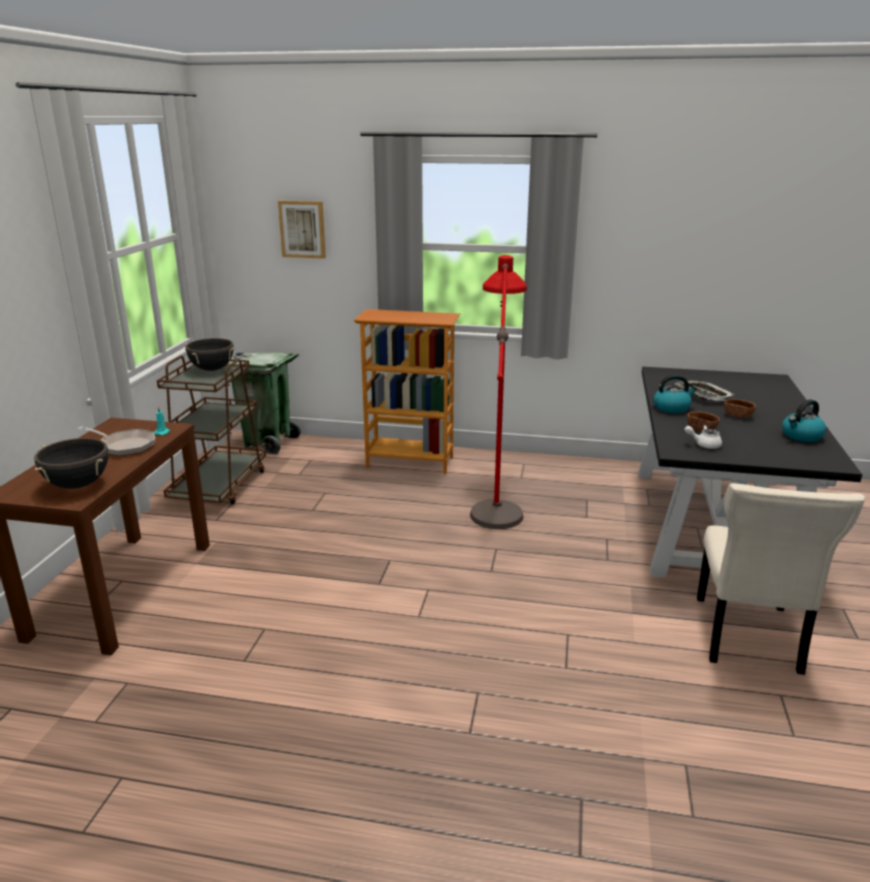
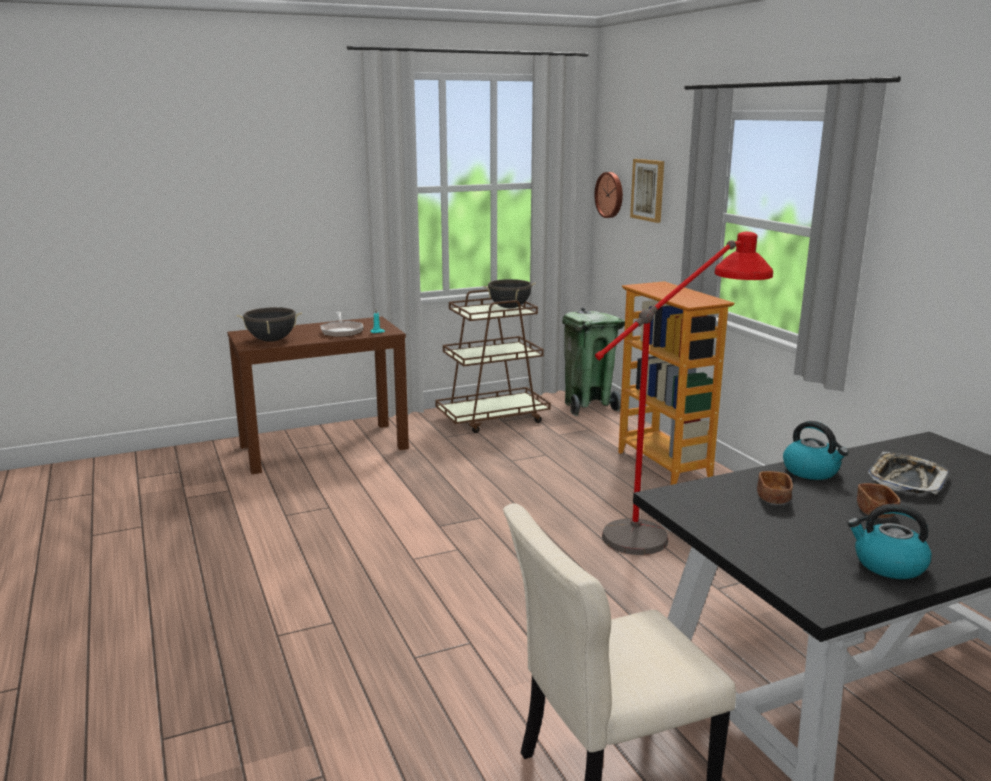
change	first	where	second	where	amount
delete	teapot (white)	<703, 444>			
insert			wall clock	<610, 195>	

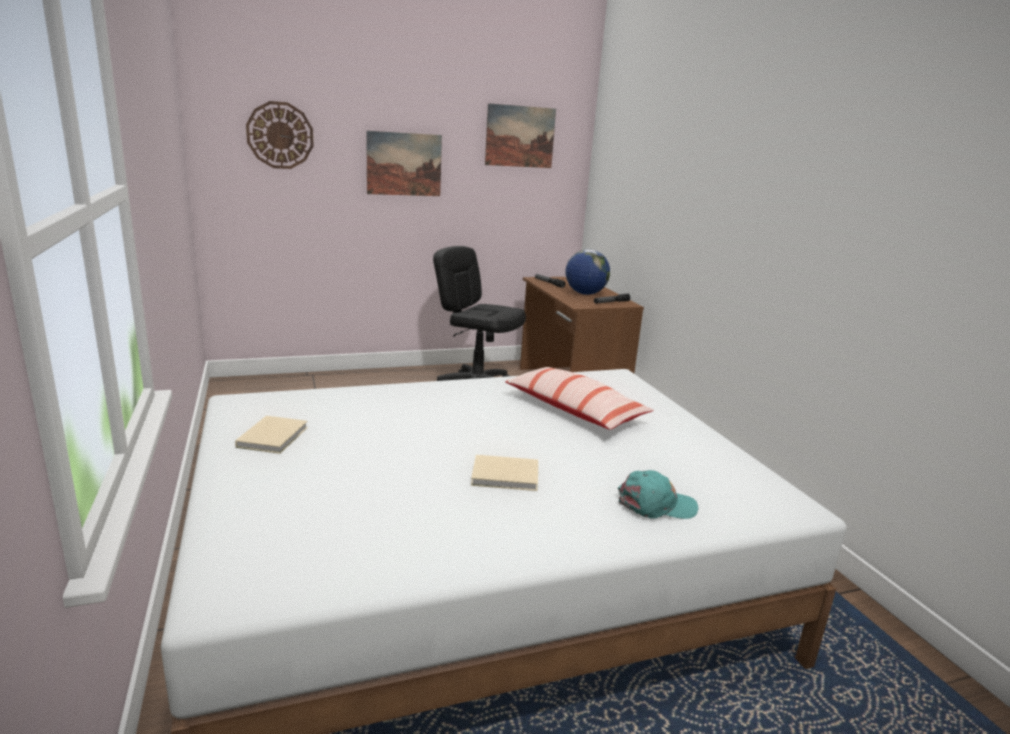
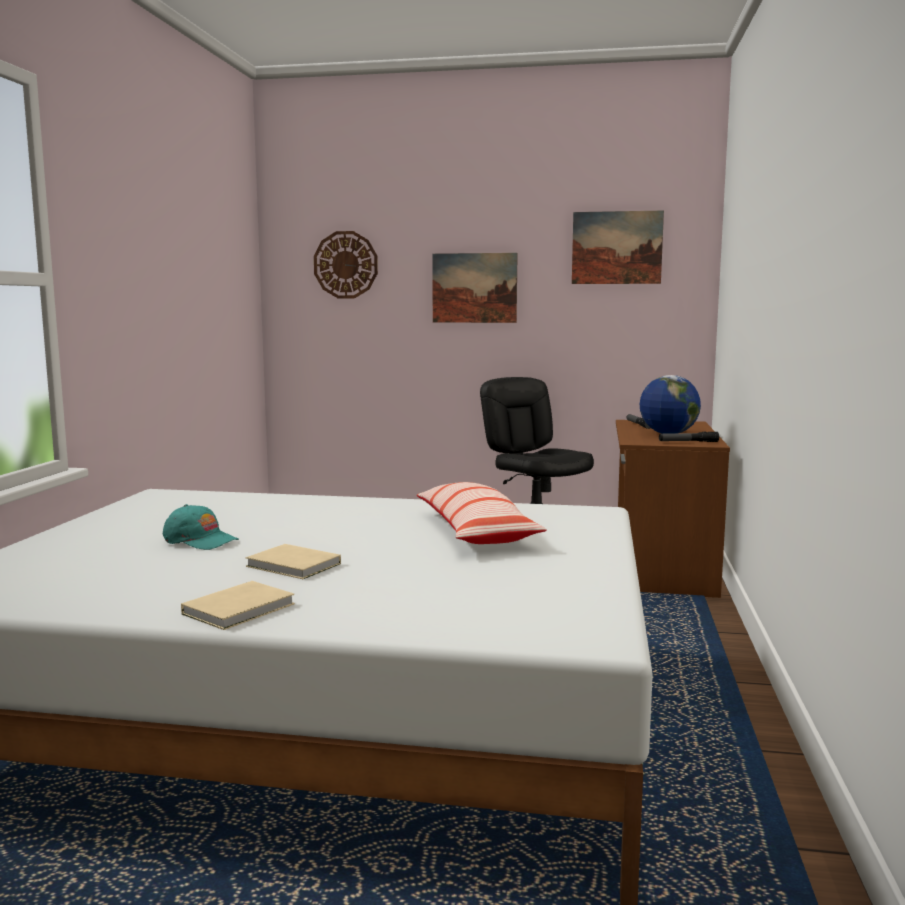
change	first	where	second	where	amount
move	book (beige)	<275, 436>		<242, 608>	
move	cap (turquoise)	<656, 505>		<200, 540>	

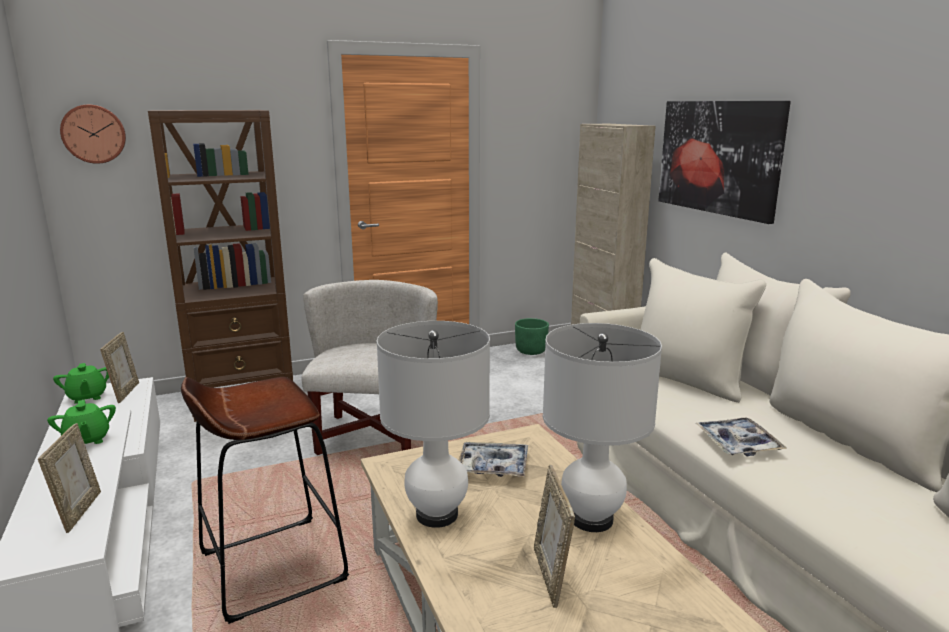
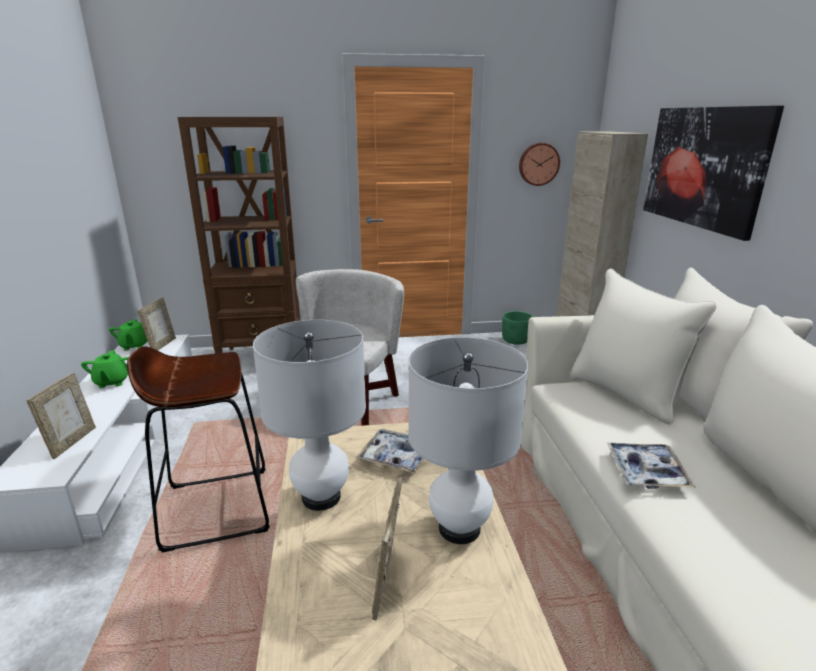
change	first	where	second	where	amount
move	wall clock	<94, 134>		<538, 164>	

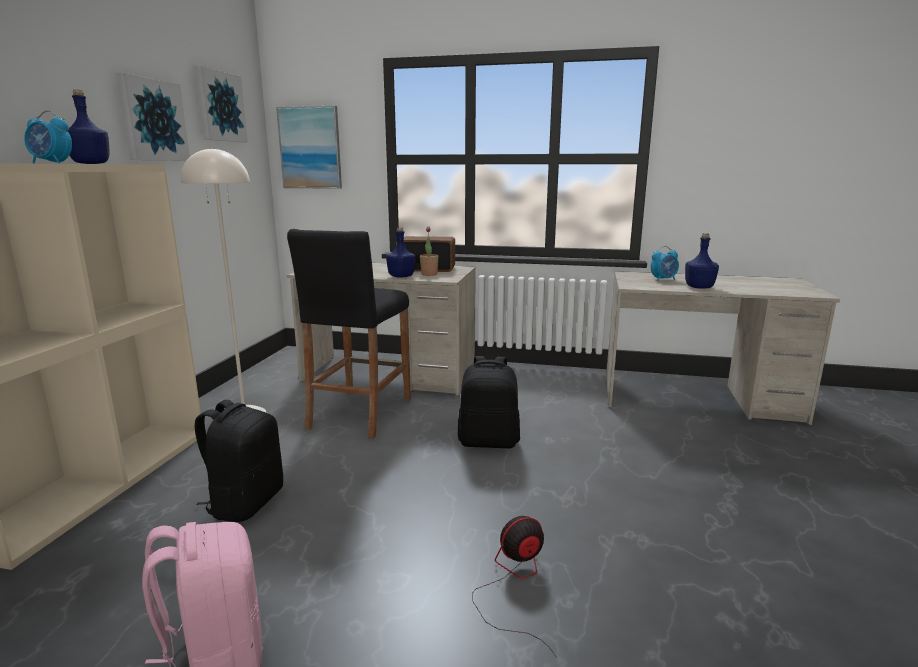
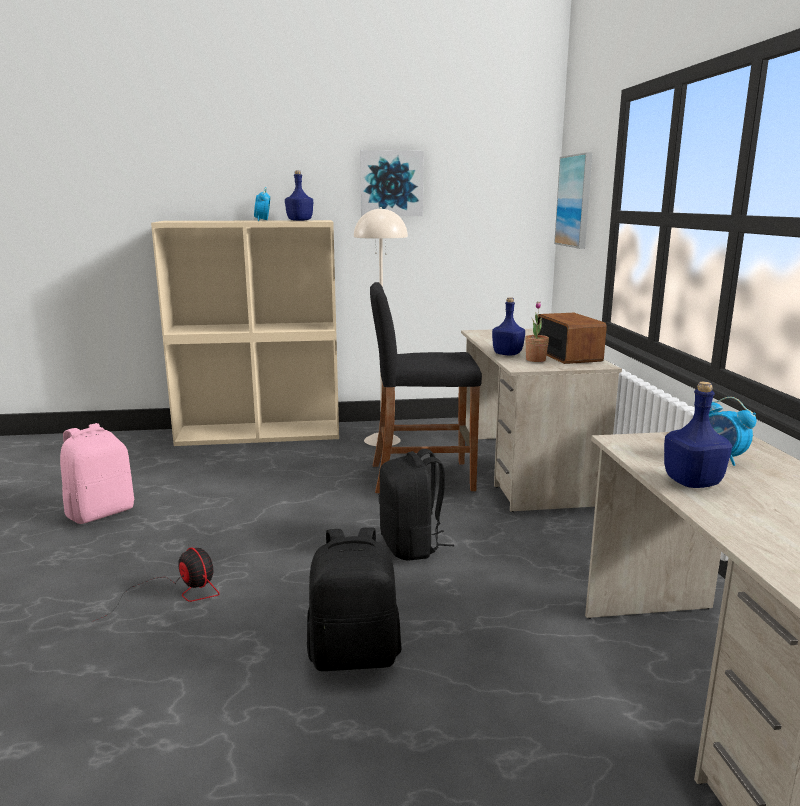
change	first	where	second	where	amount
delete	picture	<220, 106>			
move	backpack (black)	<245, 503>		<355, 654>	

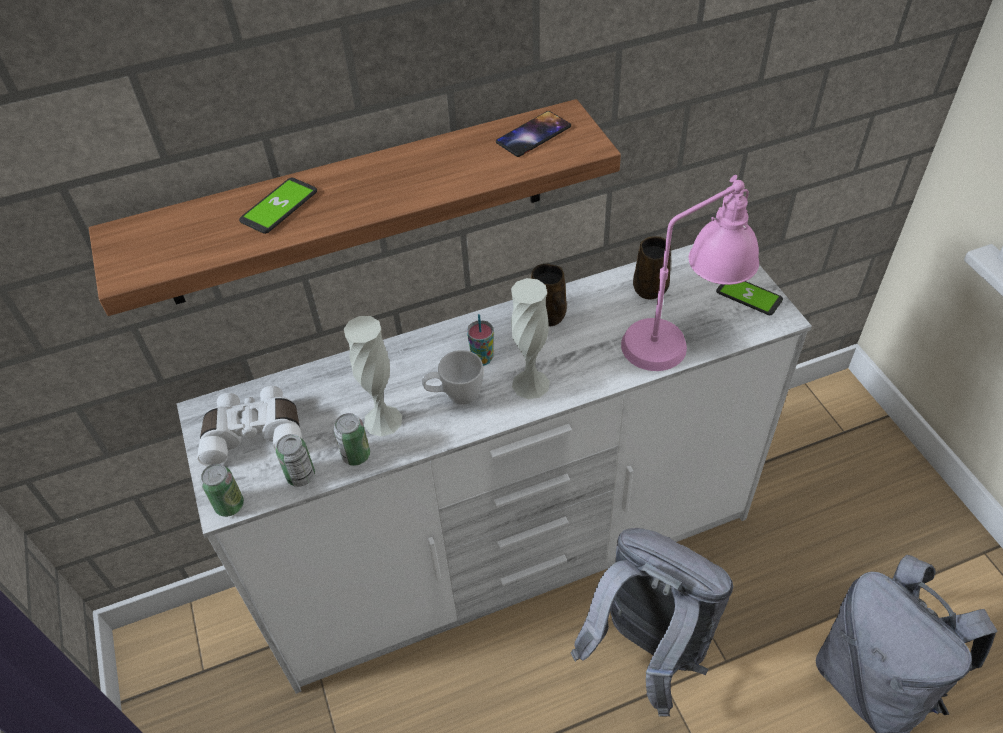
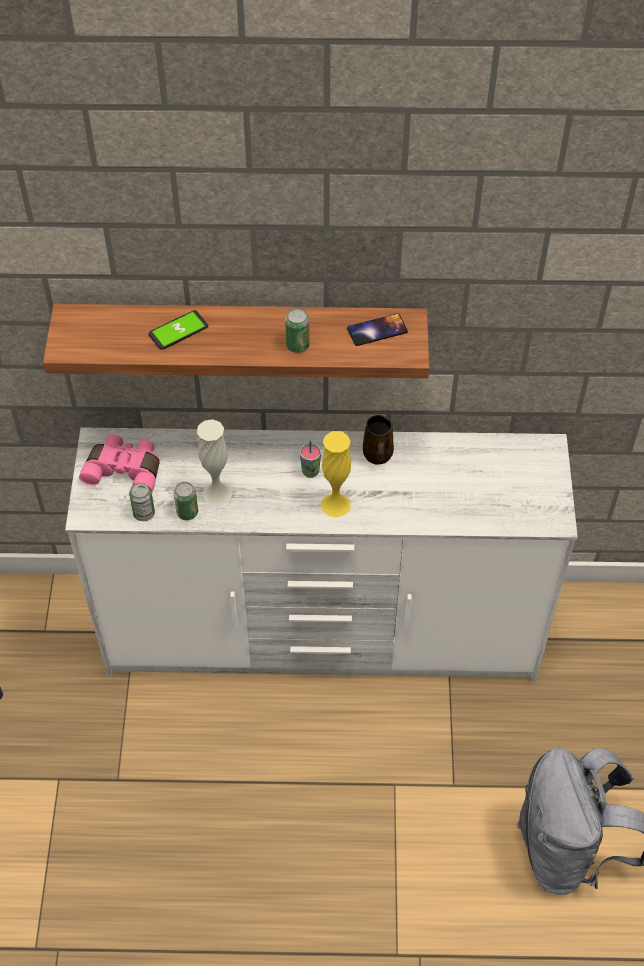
change	first	where	second	where	amount
recolor	binoculars (white)	<254, 433>	binoculars (pink)	<125, 470>	
move	can	<229, 505>		<297, 345>	
delete	mug (white)	<455, 396>			
recolor	vase (white)	<530, 384>	vase (yellow)	<335, 504>	
delete	backpack (grey)	<646, 651>			
delete	table lamp (pink)	<681, 340>			
delete	mug (brown)	<651, 287>			
delete	phone	<749, 296>			

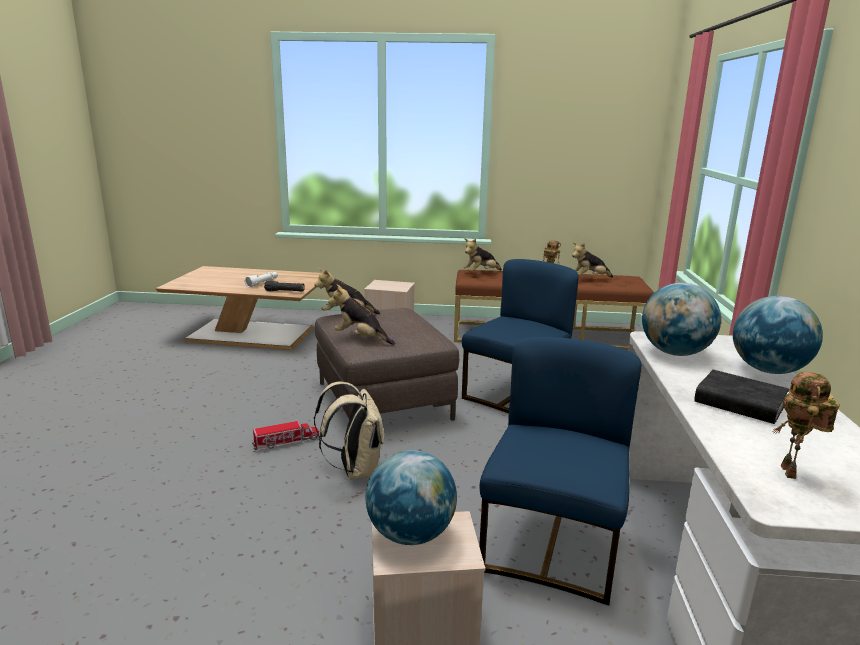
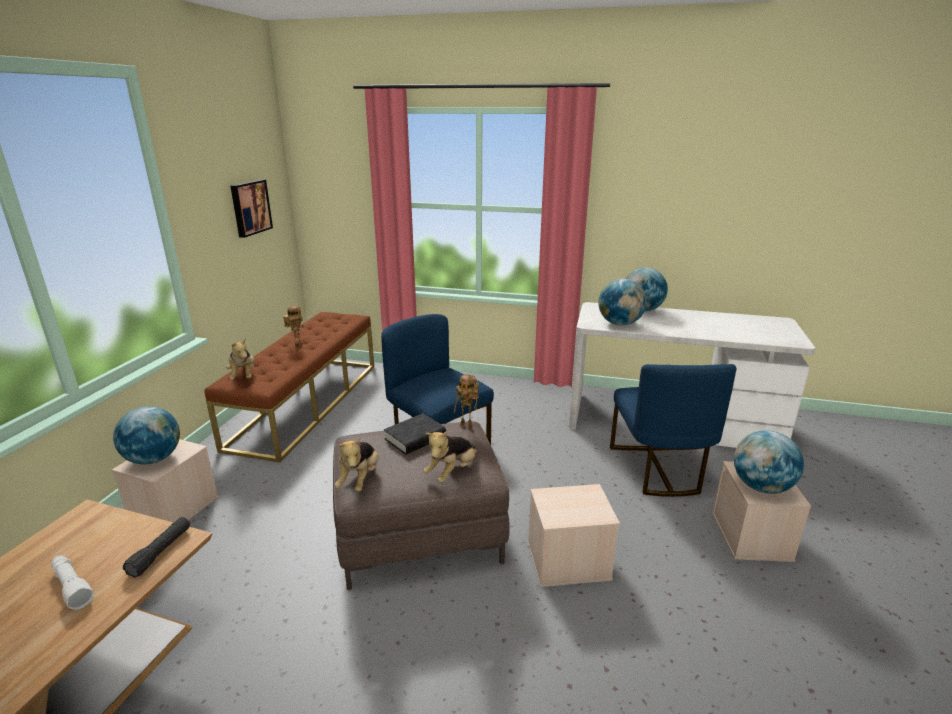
change	first	where	second	where	amount
delete	toy truck	<286, 442>			
replace	backpack (beige)	<355, 470>	storage box (beige)	<567, 562>	
rotate	chair (blue)	<552, 546>		<658, 469>	120 degrees counterclockwise
delete	plush toy	<589, 278>			
move	book (black)	<739, 403>		<415, 438>	
move	toy robot	<792, 473>		<467, 425>	
insert			globe	<154, 459>	
insert			picture	<250, 207>	

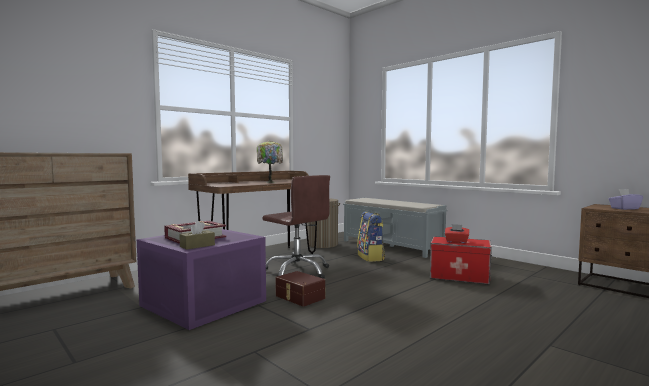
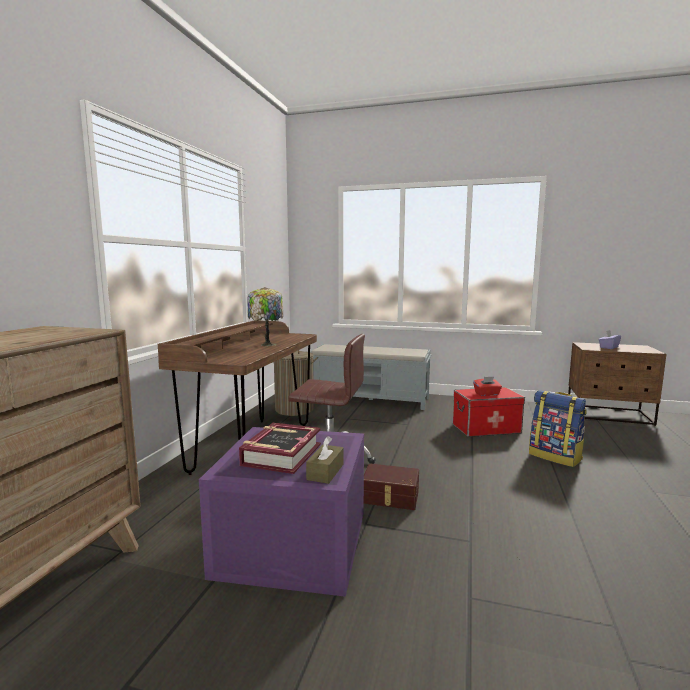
change	first	where	second	where	amount
move	backpack	<371, 257>		<555, 457>	

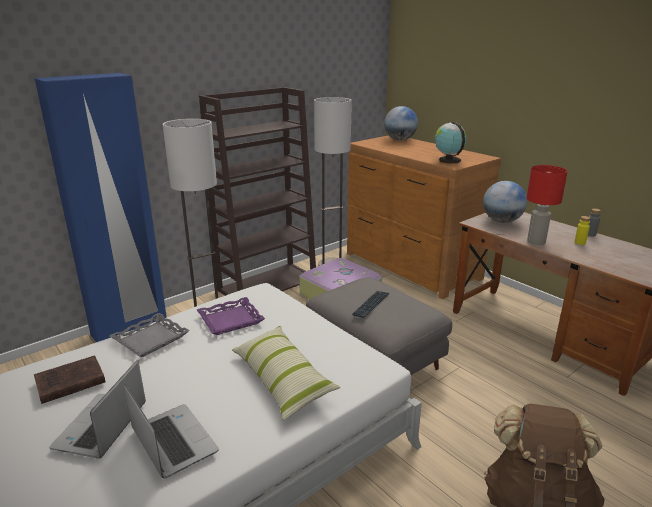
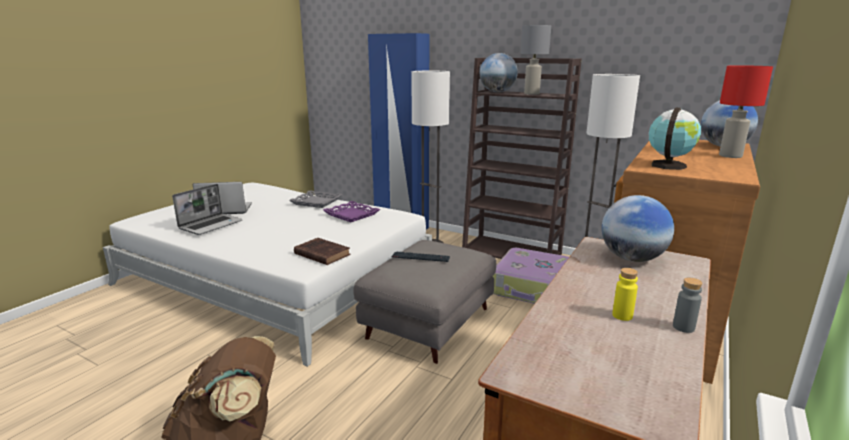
change	first	where	second	where	amount
move	book (brown)	<68, 383>		<321, 254>	
delete	pillow	<282, 379>			
move	table lamp (red)	<536, 242>		<729, 156>	
insert			globe	<497, 92>	
insert			table lamp (grey)	<531, 94>	

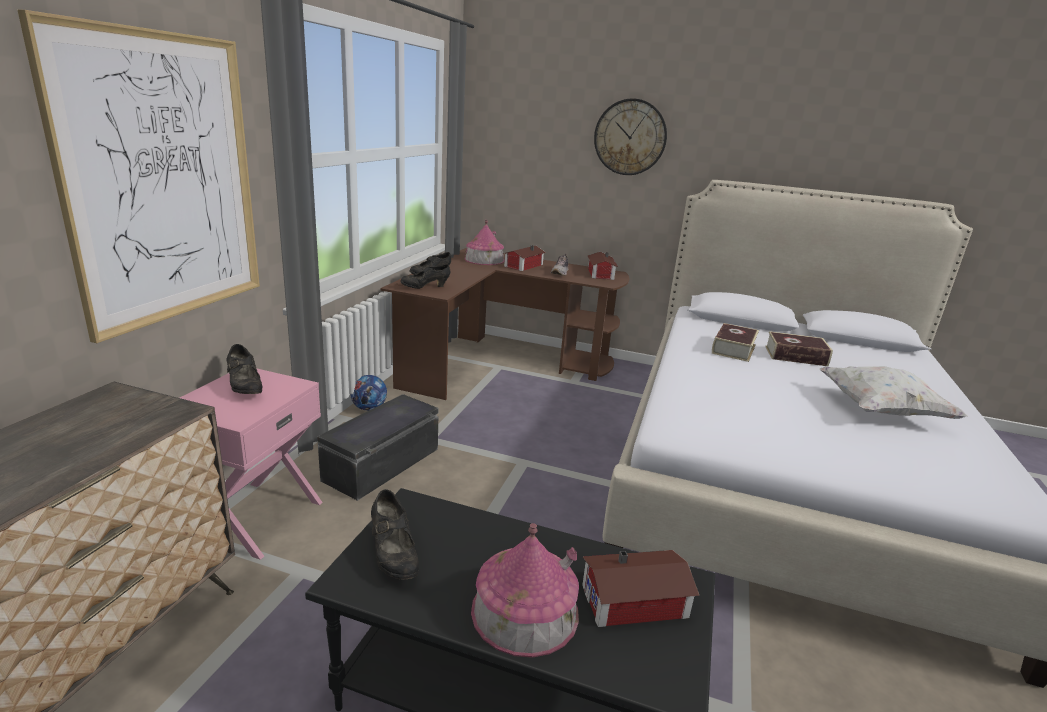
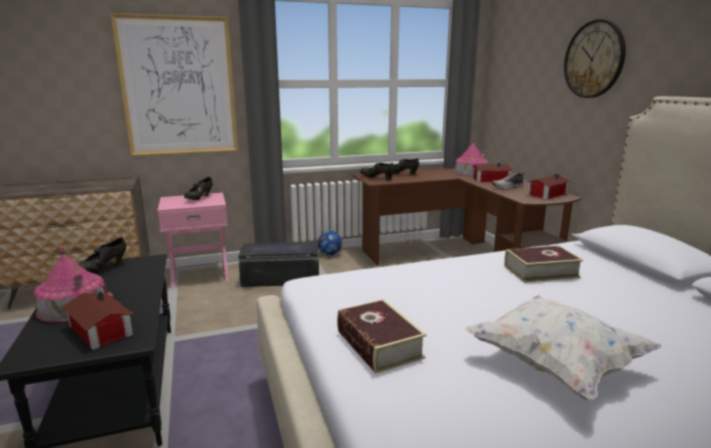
change	first	where	second	where	amount
move	book	<795, 356>		<379, 344>	

